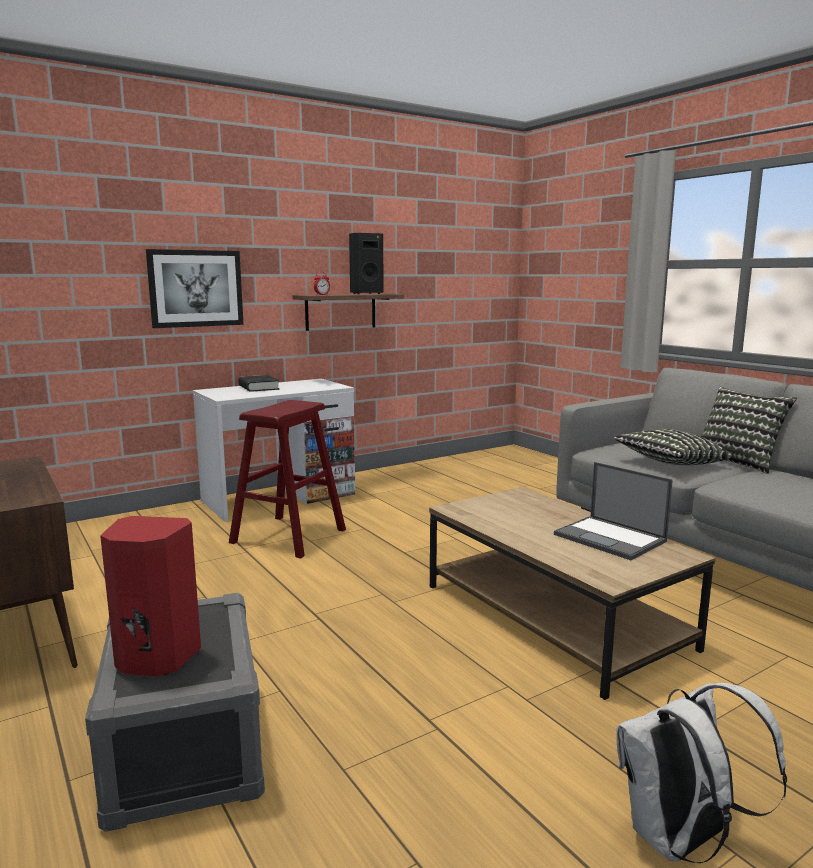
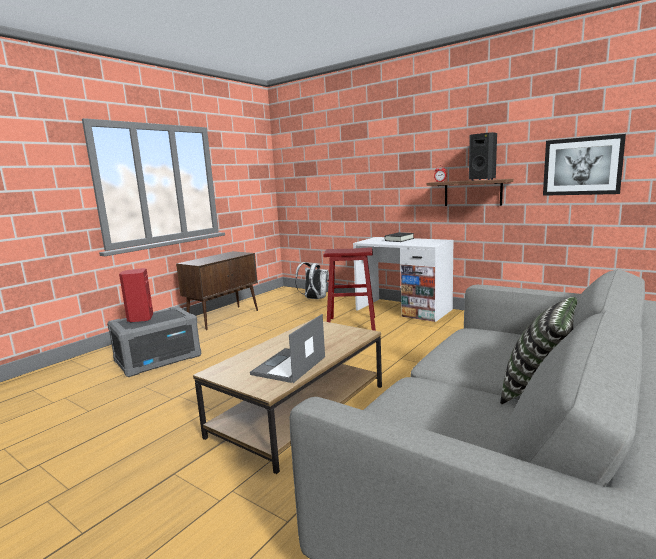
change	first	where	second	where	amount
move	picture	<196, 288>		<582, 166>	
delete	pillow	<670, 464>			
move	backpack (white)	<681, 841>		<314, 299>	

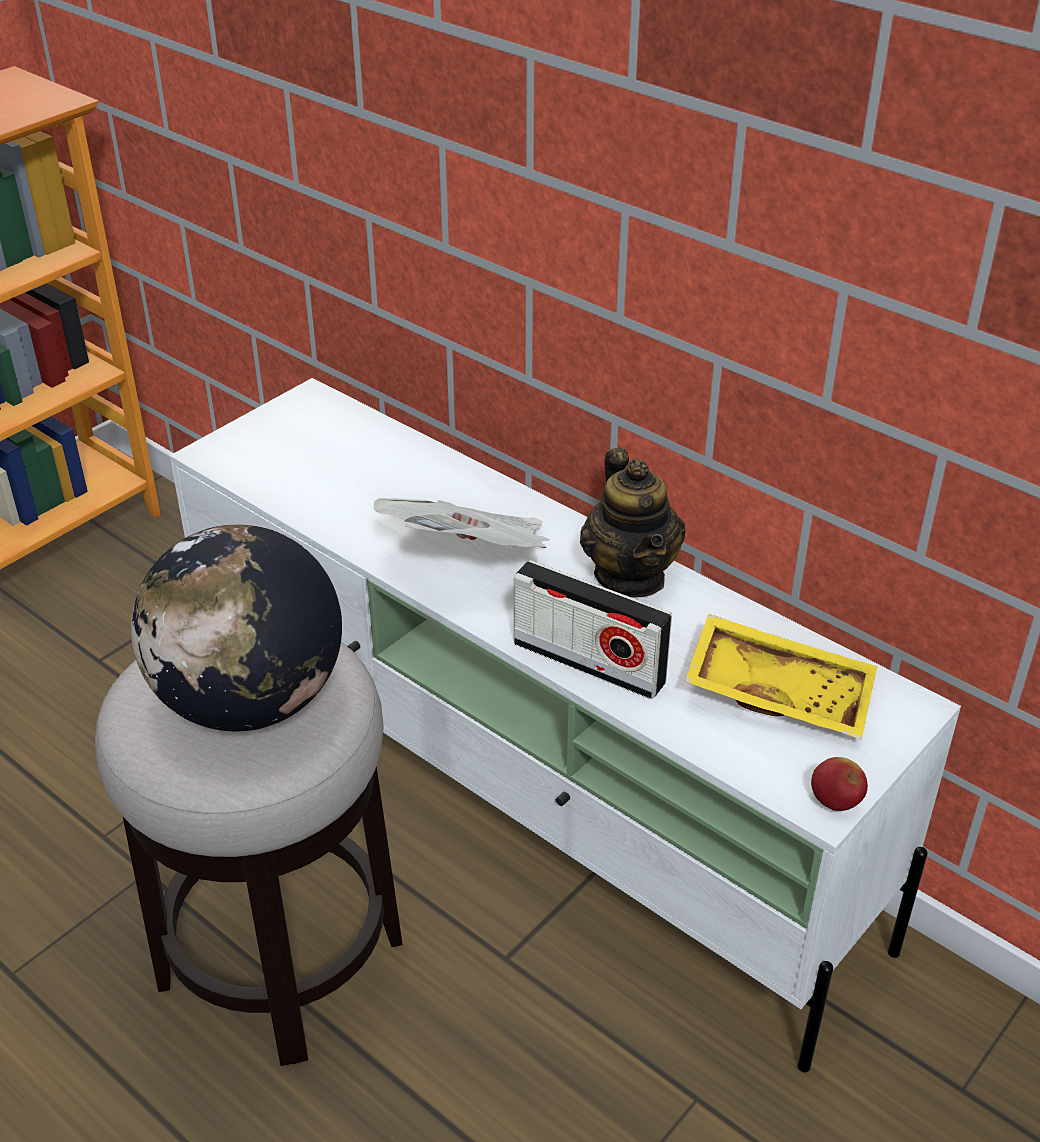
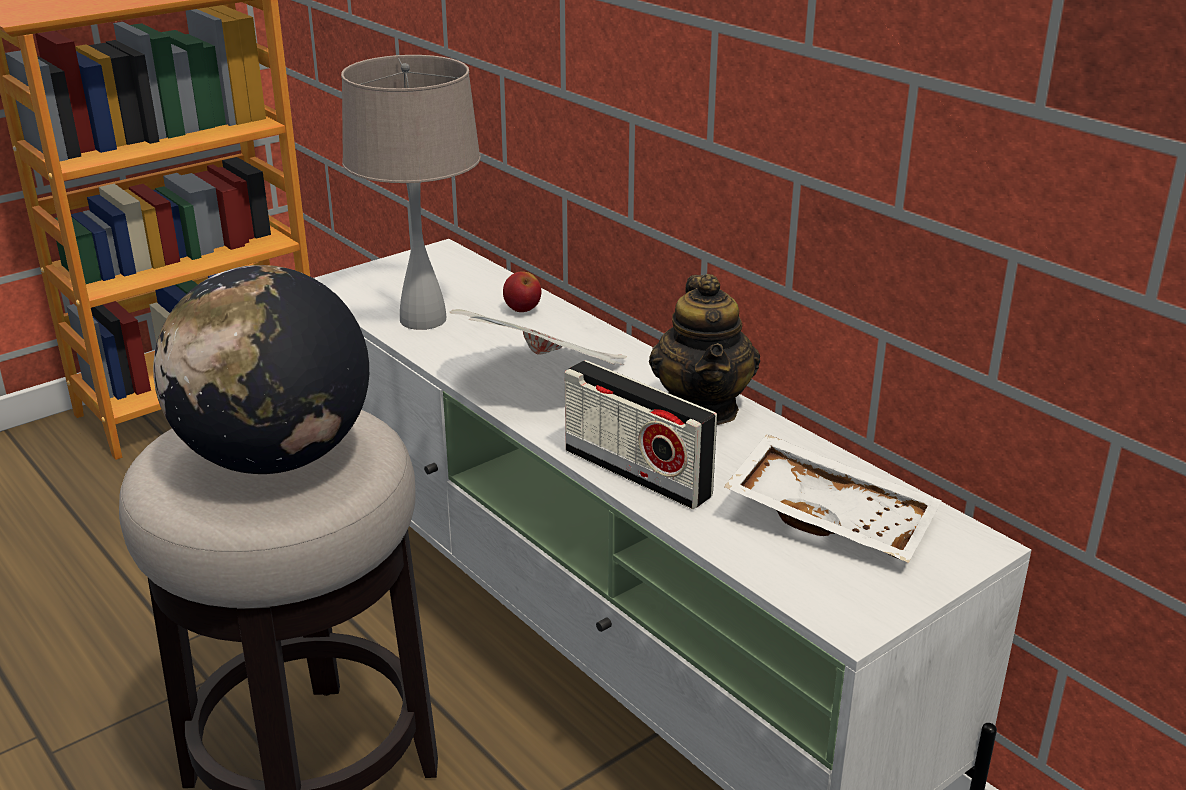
change	first	where	second	where	amount
recolor	tray (yellow)	<779, 691>	tray (white)	<832, 516>	
move	apple	<835, 802>		<522, 310>	
insert			table lamp (beige)	<424, 319>	

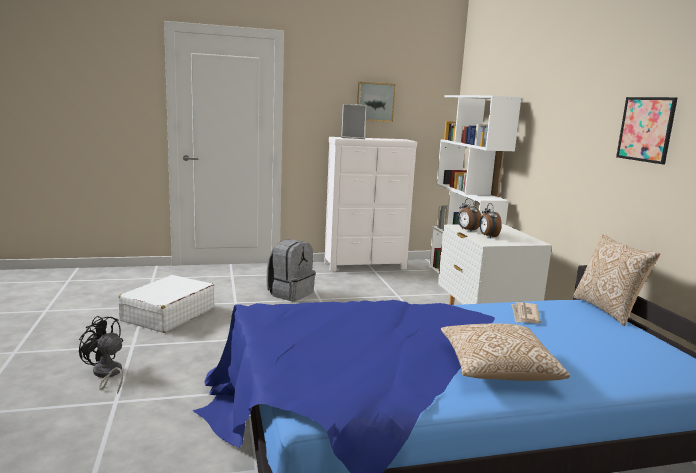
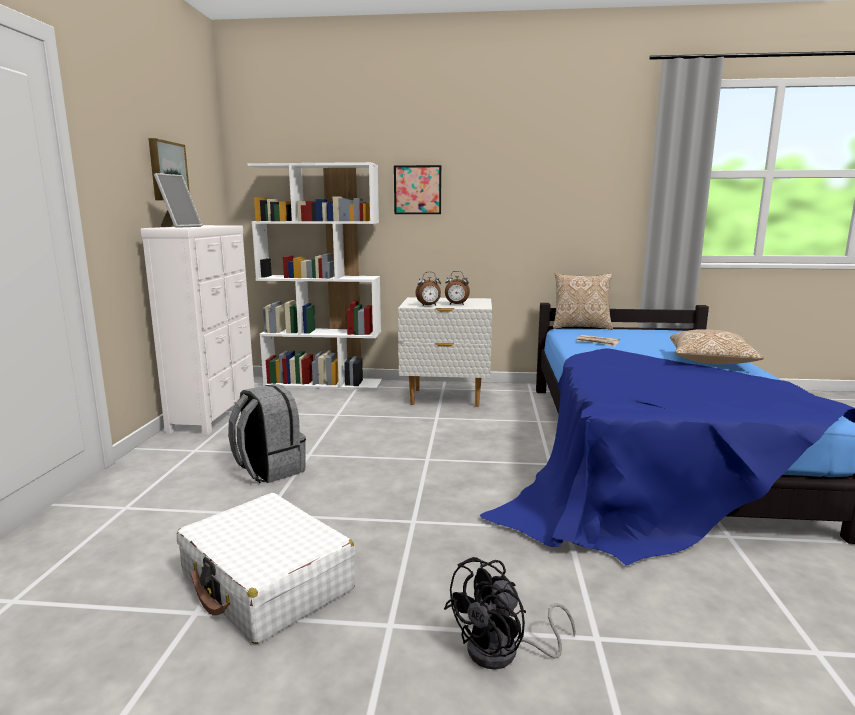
change	first	where	second	where	amount
move	picture	<646, 129>		<417, 190>	

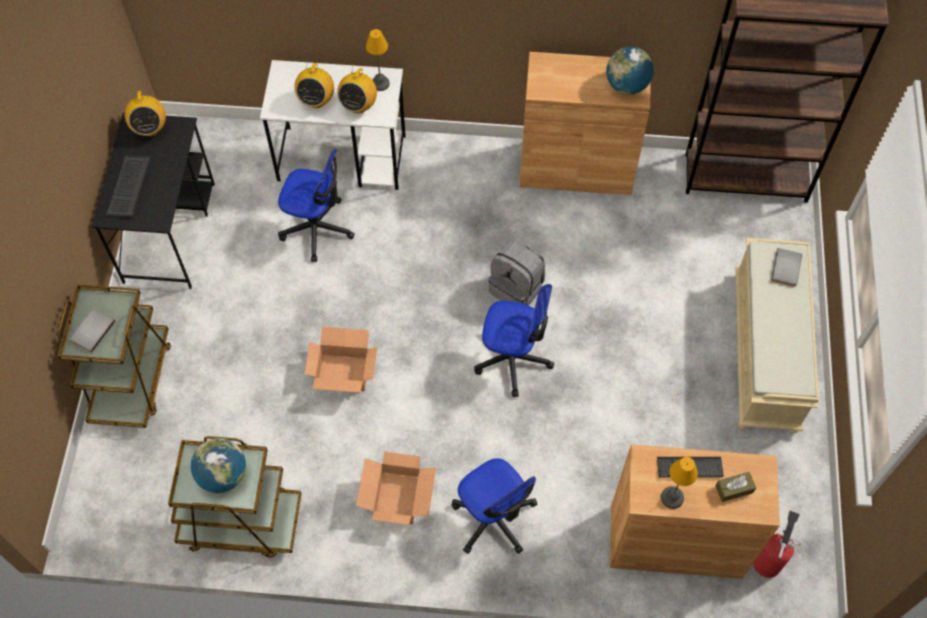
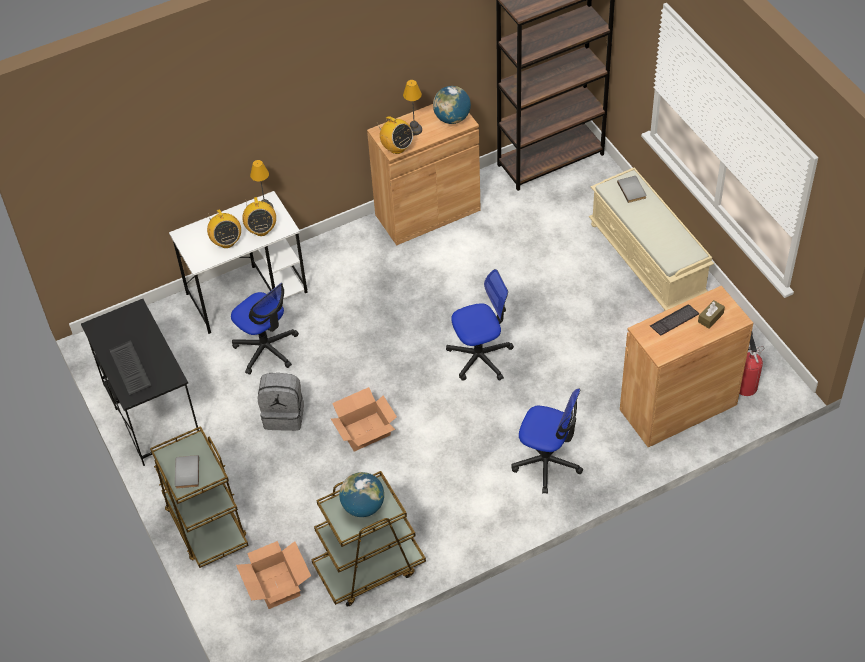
change	first	where	second	where	amount
move	radio	<150, 128>		<397, 148>	
rotate	office chair	<317, 228>		<266, 349>	60 degrees clockwise
move	cardboard box	<397, 498>		<276, 585>	
move	backpack (grey)	<517, 288>		<284, 415>	
move	table lamp	<672, 498>		<414, 130>	

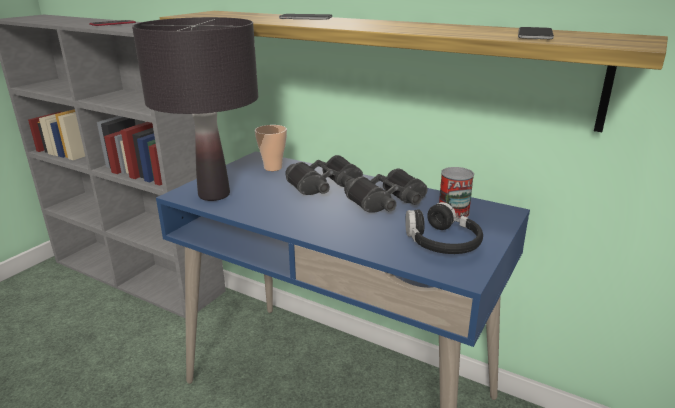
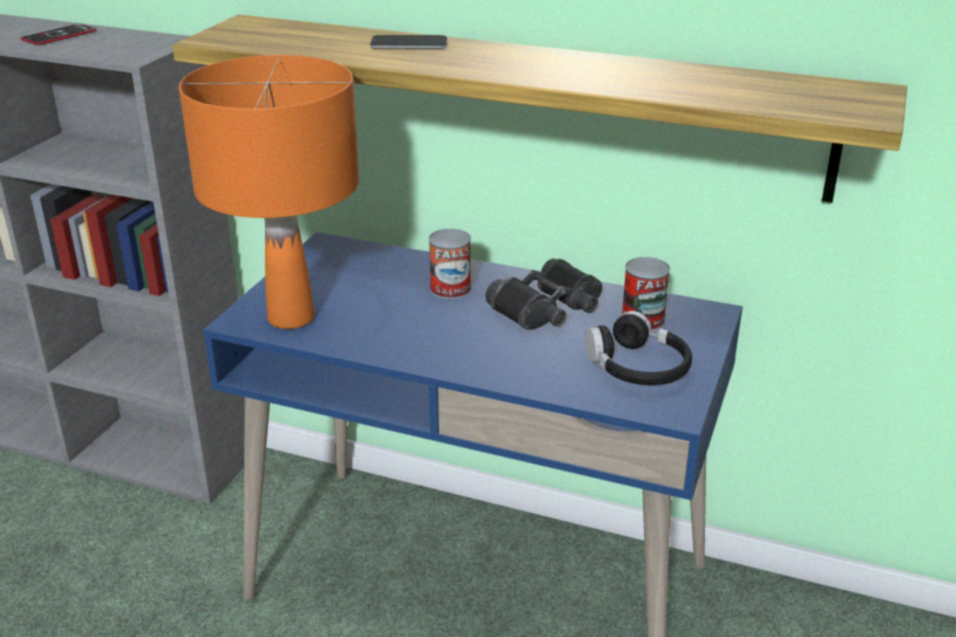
change	first	where	second	where	amount
recolor	table lamp (black)	<213, 195>	table lamp (orange)	<290, 318>	
delete	cup	<273, 168>			
replace	binoculars (black)	<325, 185>	can	<450, 289>	
delete	phone	<535, 35>			

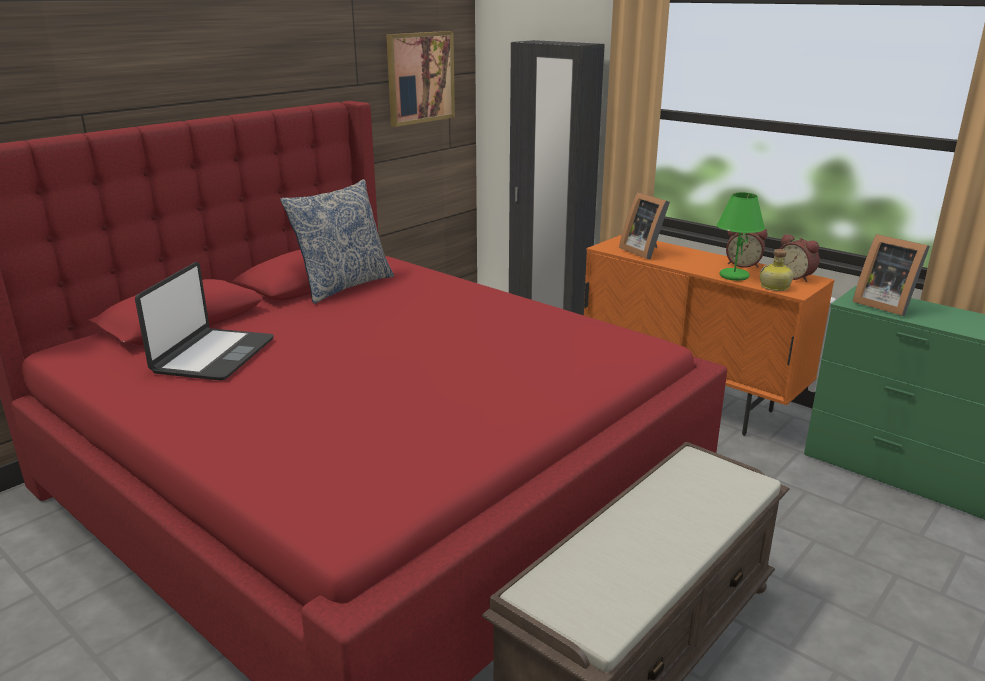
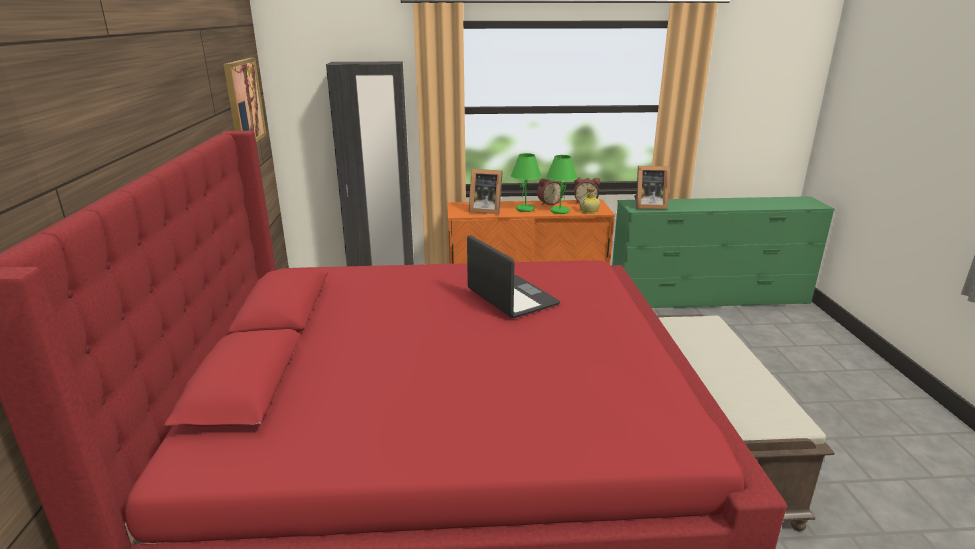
change	first	where	second	where	amount
move	laptop	<213, 356>		<511, 298>	
delete	pillow	<343, 286>			
insert			table lamp (green)	<525, 209>	

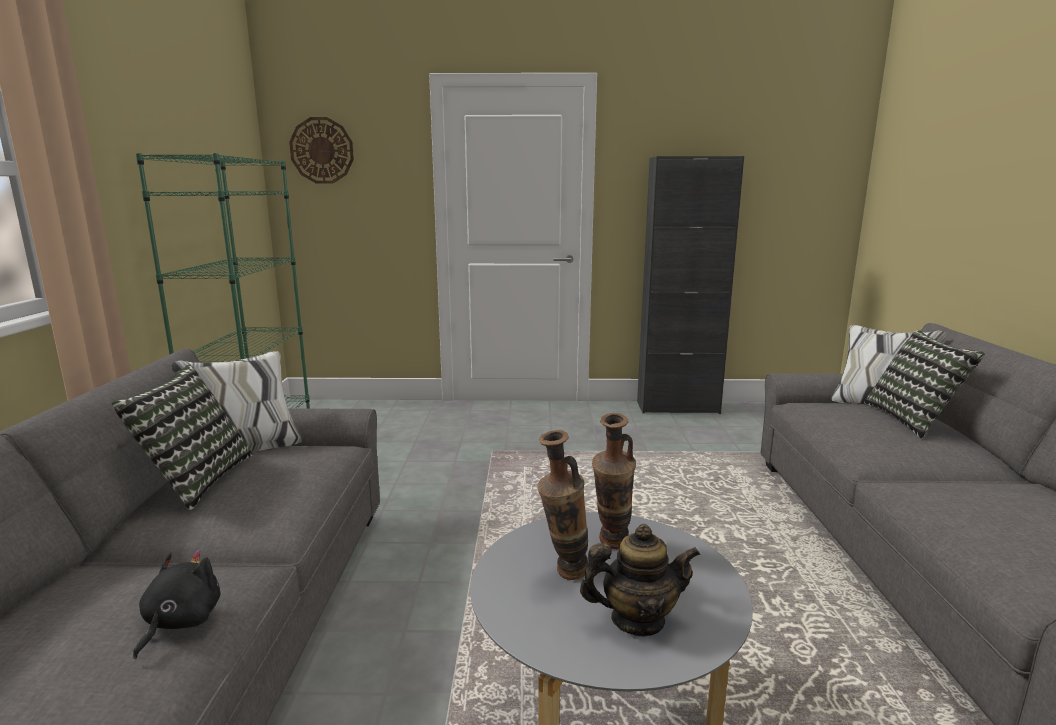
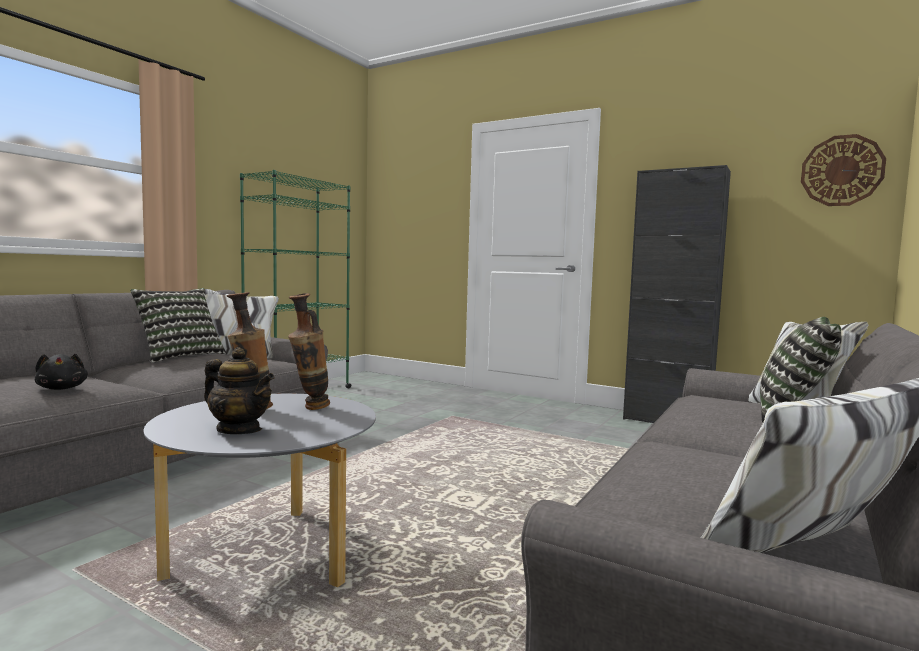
change	first	where	second	where	amount
rotate	plush toy (black)	<179, 622>		<62, 388>	105 degrees clockwise
move	wall clock	<322, 150>		<841, 170>	

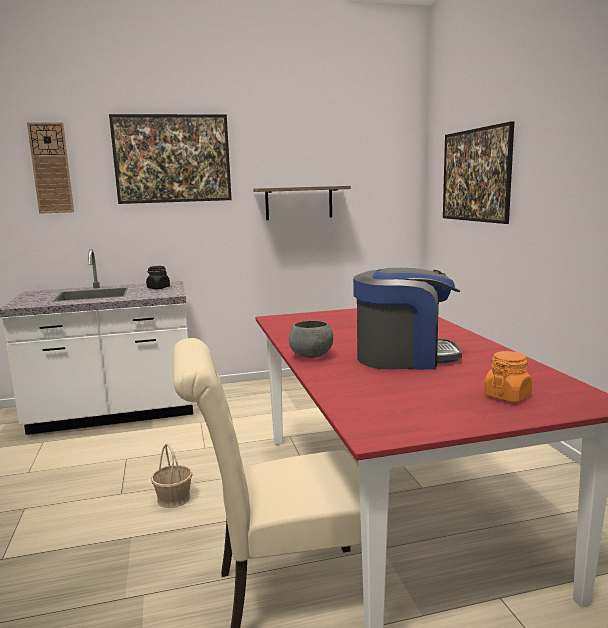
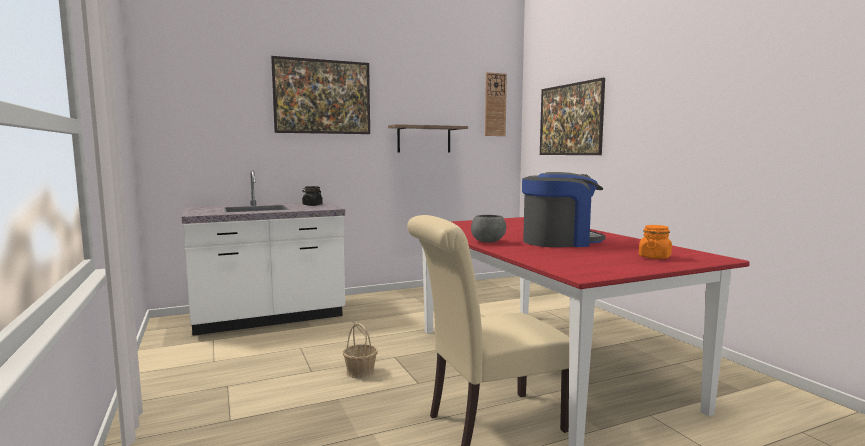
change	first	where	second	where	amount
move	wall clock	<51, 168>		<495, 104>	

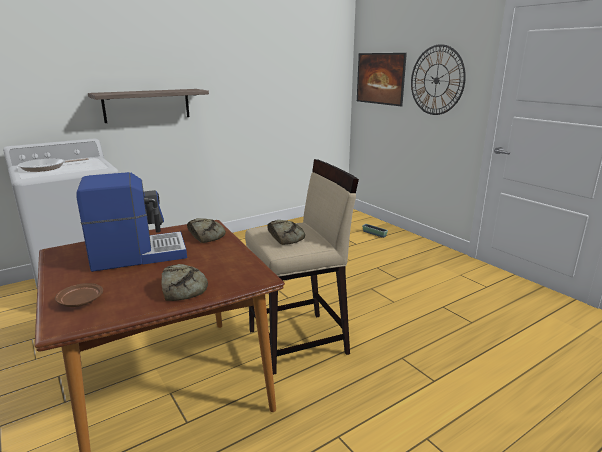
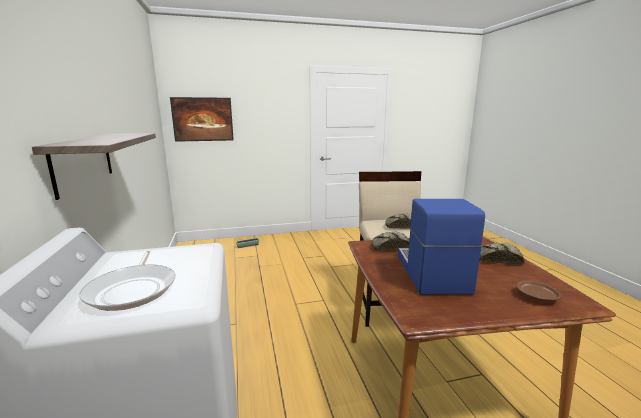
change	first	where	second	where	amount
delete	wall clock	<436, 80>			

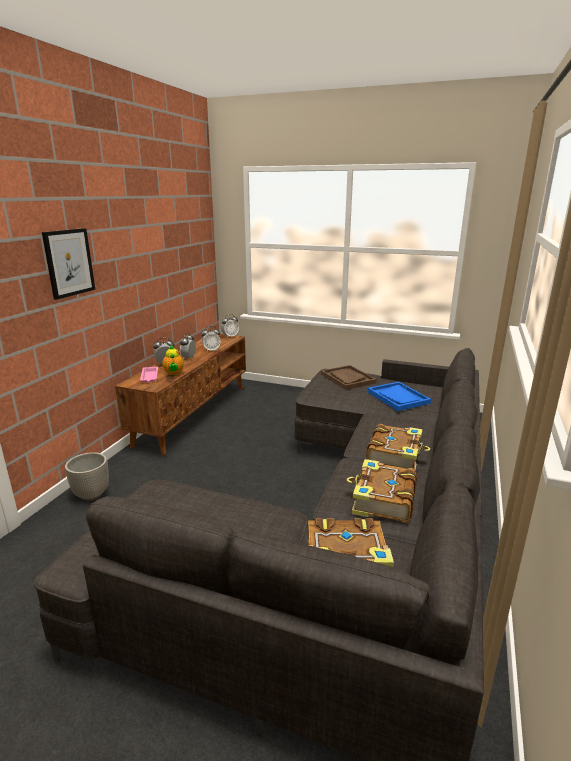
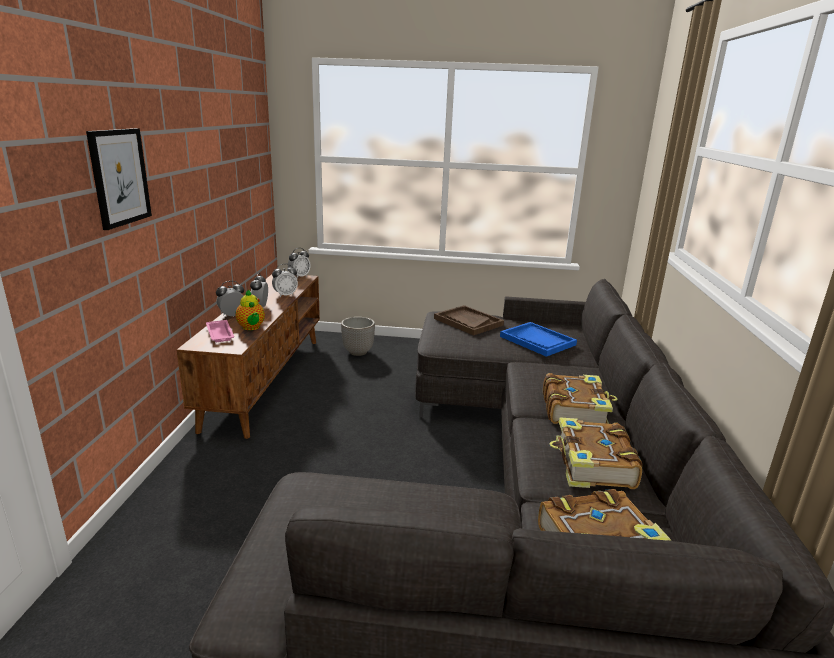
change	first	where	second	where	amount
move	planter	<92, 494>		<358, 352>	

